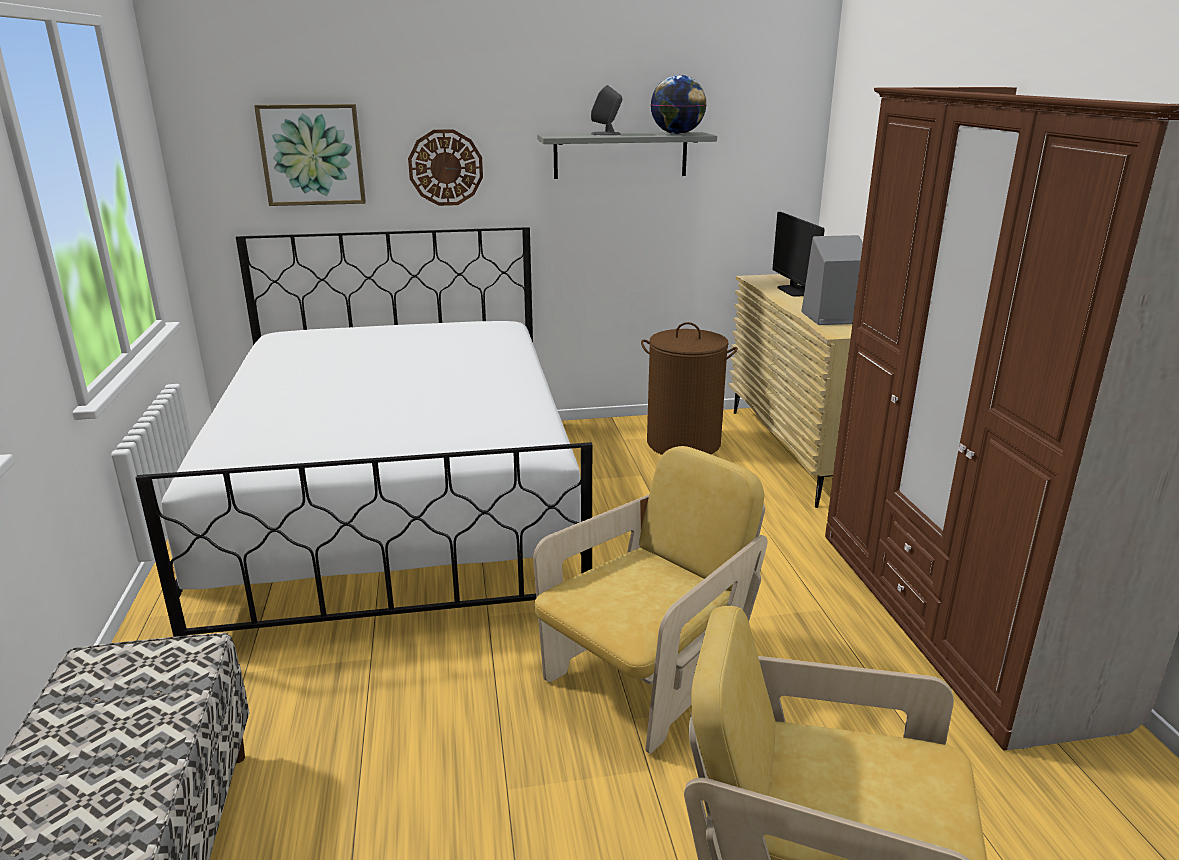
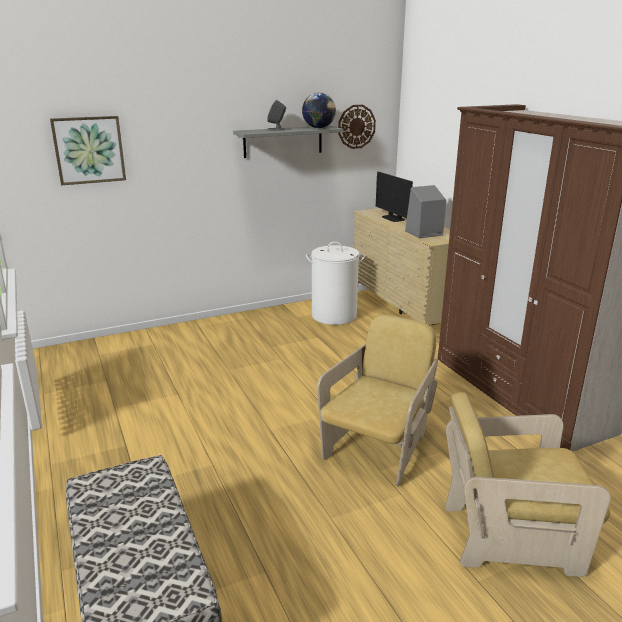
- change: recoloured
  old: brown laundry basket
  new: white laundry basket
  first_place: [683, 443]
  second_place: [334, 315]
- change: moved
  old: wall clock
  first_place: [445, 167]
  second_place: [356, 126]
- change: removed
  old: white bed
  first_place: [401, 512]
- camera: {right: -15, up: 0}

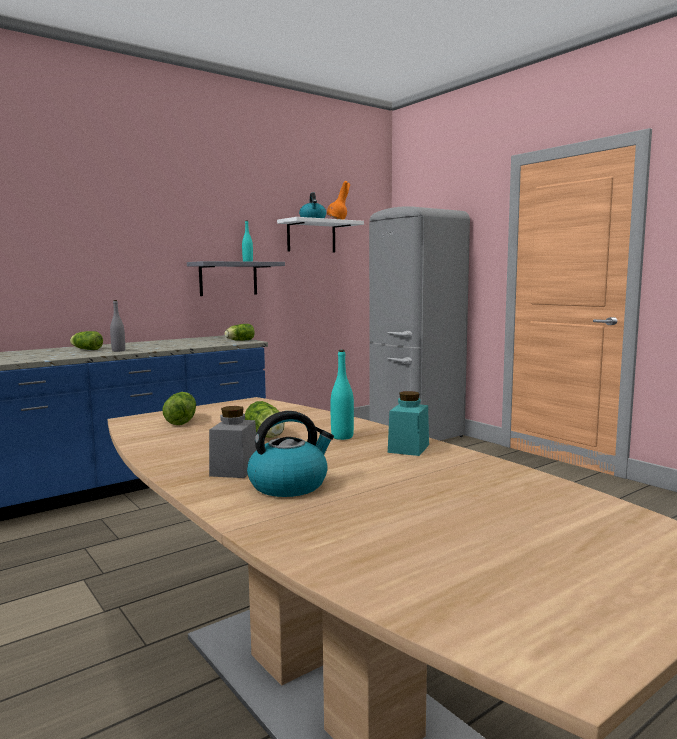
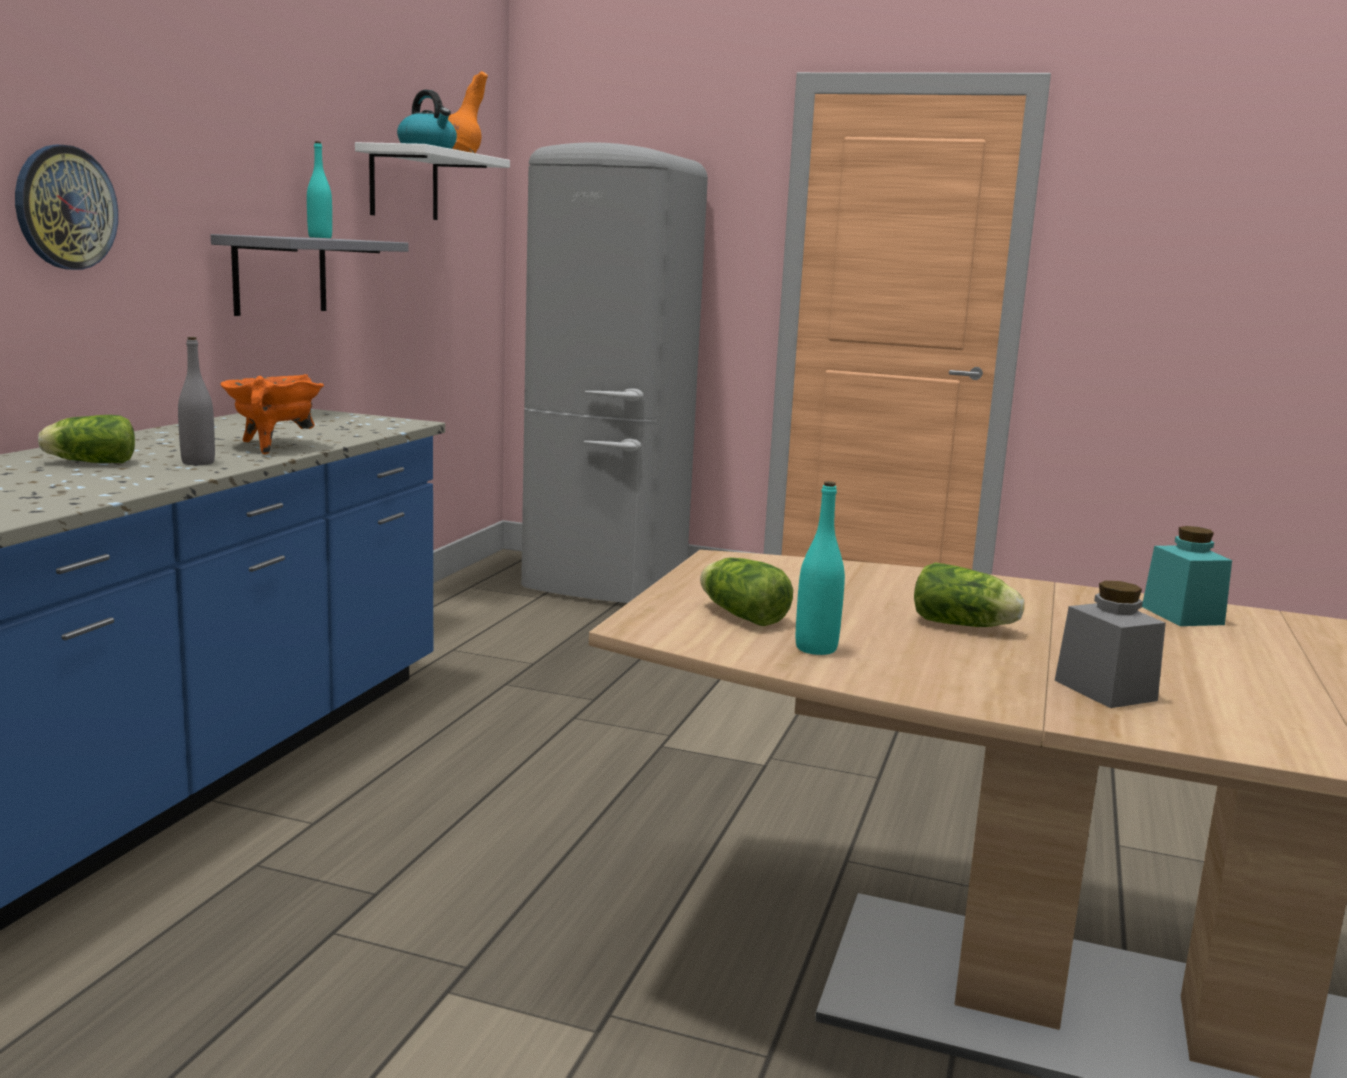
- change: added
  new: wall clock
  second_place: [65, 207]
- change: added
  new: orange cooking pot
  second_place: [273, 446]
- change: moved
  old: turquoise bottle
  first_place: [342, 437]
  second_place: [816, 648]
- change: removed
  old: lettuce
  first_place: [239, 340]
- change: removed
  old: kettle
  first_place: [289, 485]
- camera: {right: -35, up: 5}

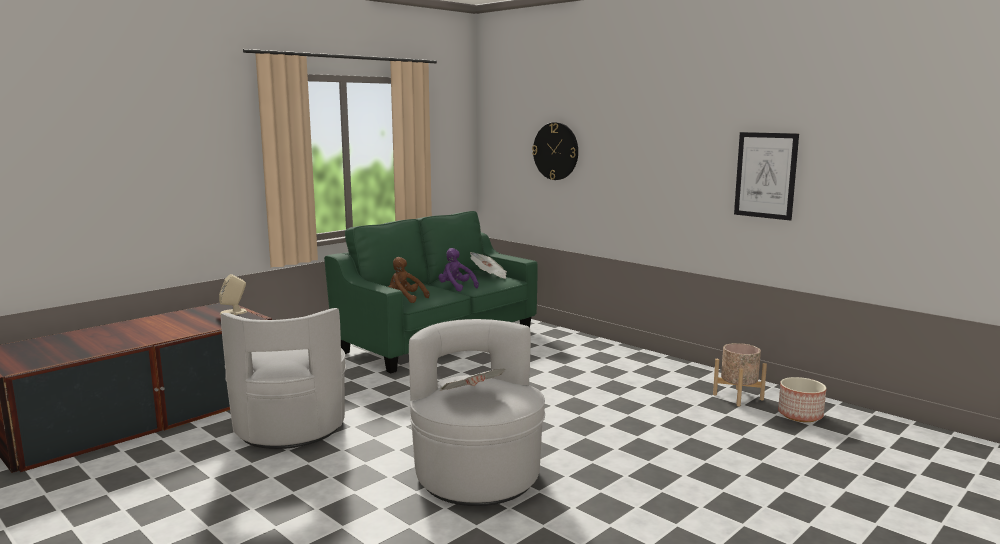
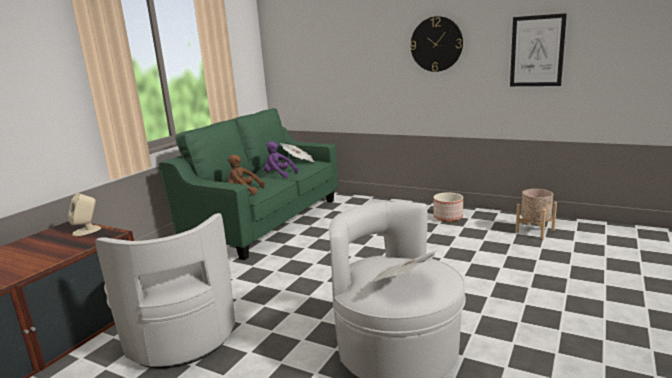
- change: moved
  old: wall clock
  first_place: [556, 151]
  second_place: [436, 44]
- change: moved
  old: planter
  first_place: [800, 415]
  second_place: [448, 217]
- camera: {right: -15, up: 5}

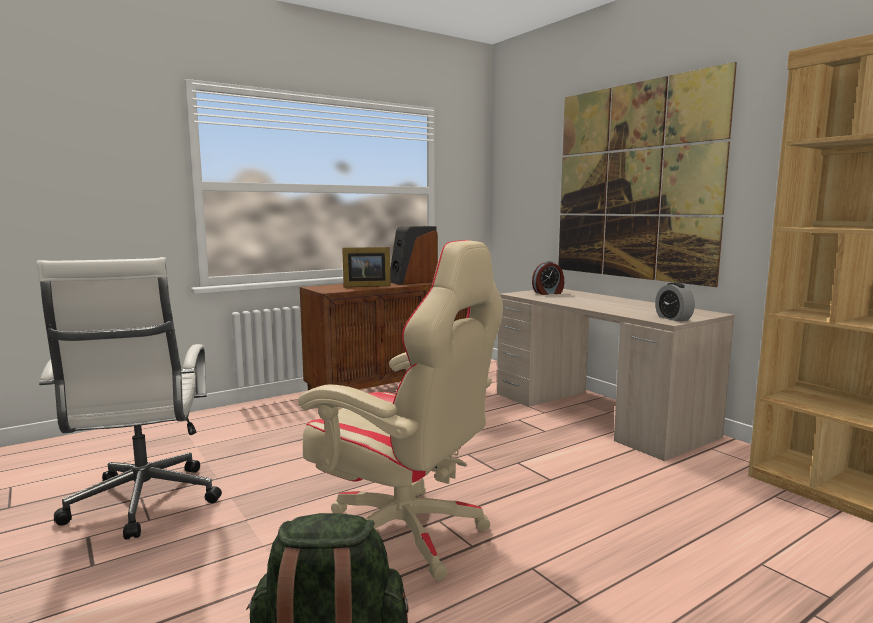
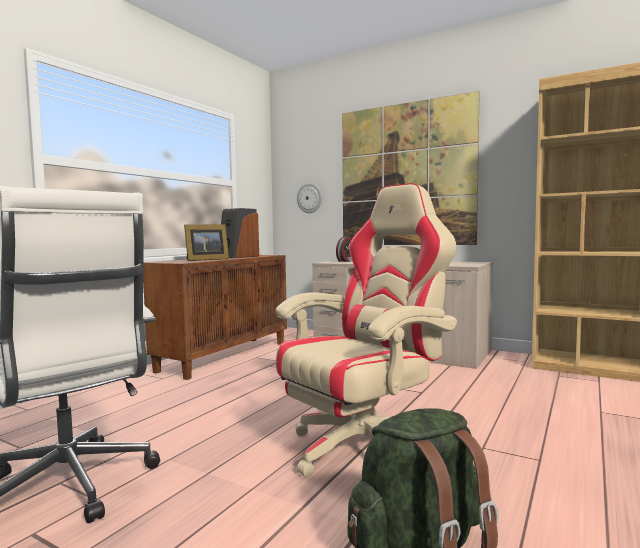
- change: turned
  old: beige office chair
  first_place: [402, 533]
  second_place: [362, 449]
  degrees: -45
- change: added
  new: wall clock
  second_place: [309, 198]
- change: removed
  old: alarm clock
  first_place: [673, 318]
- camera: {right: -25, up: -5}

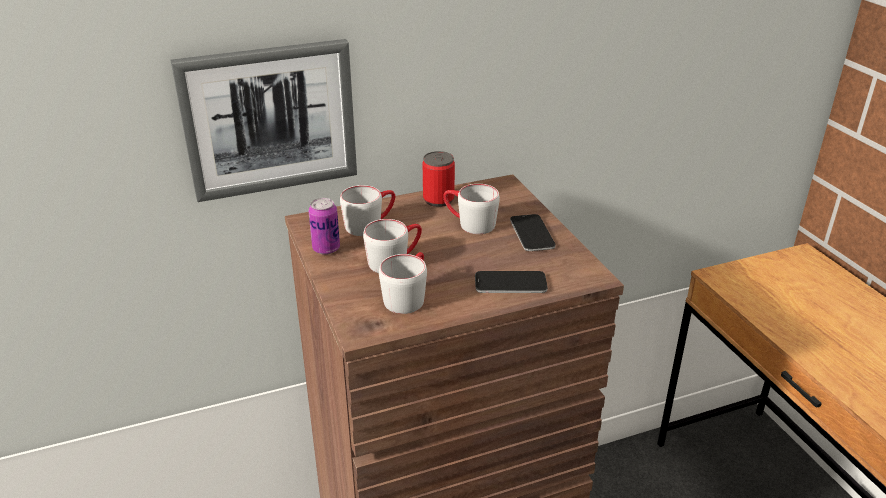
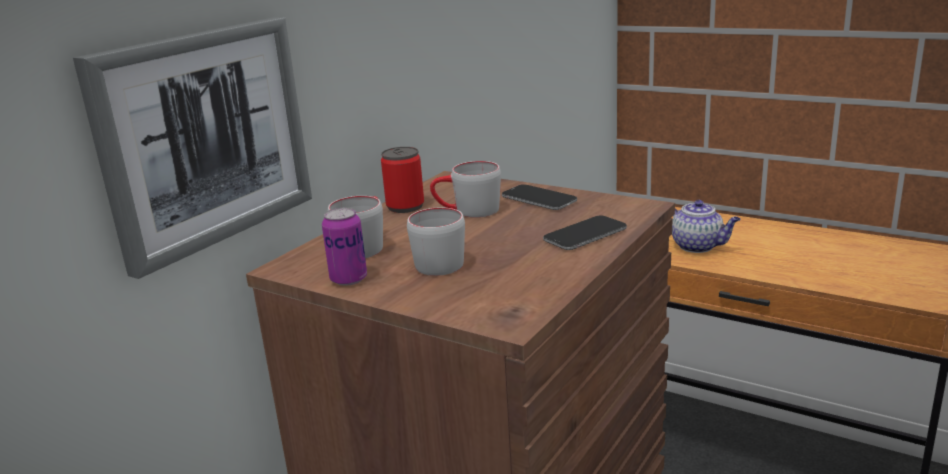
- change: added
  new: teapot
  second_place: [698, 246]
- change: removed
  old: grey mug
  first_place: [408, 296]
- camera: {right: -35, up: -10}

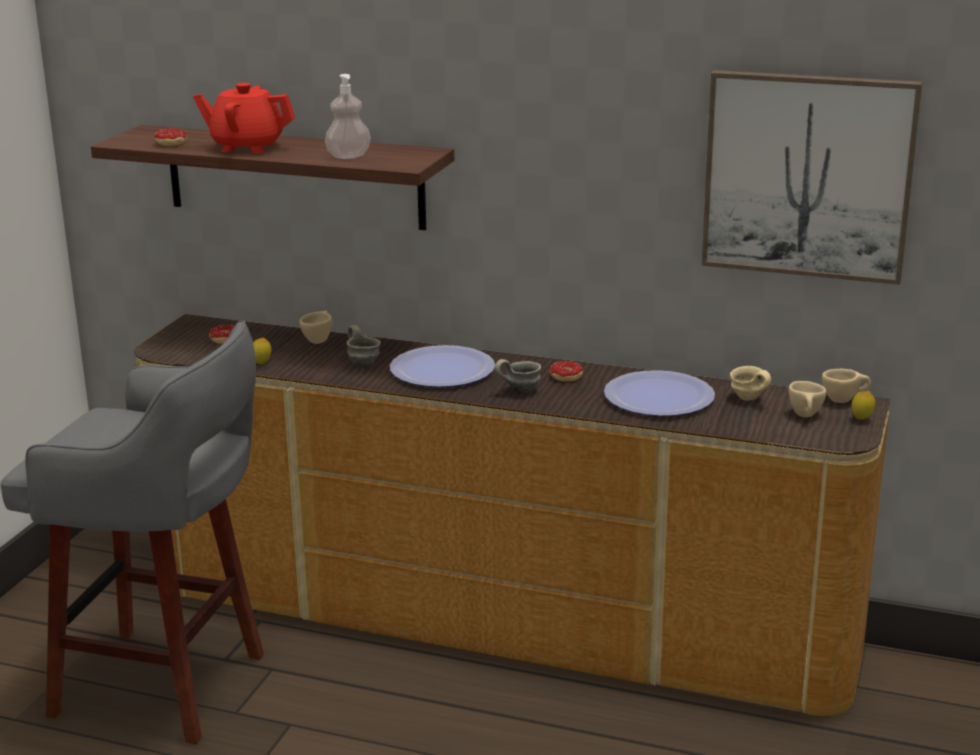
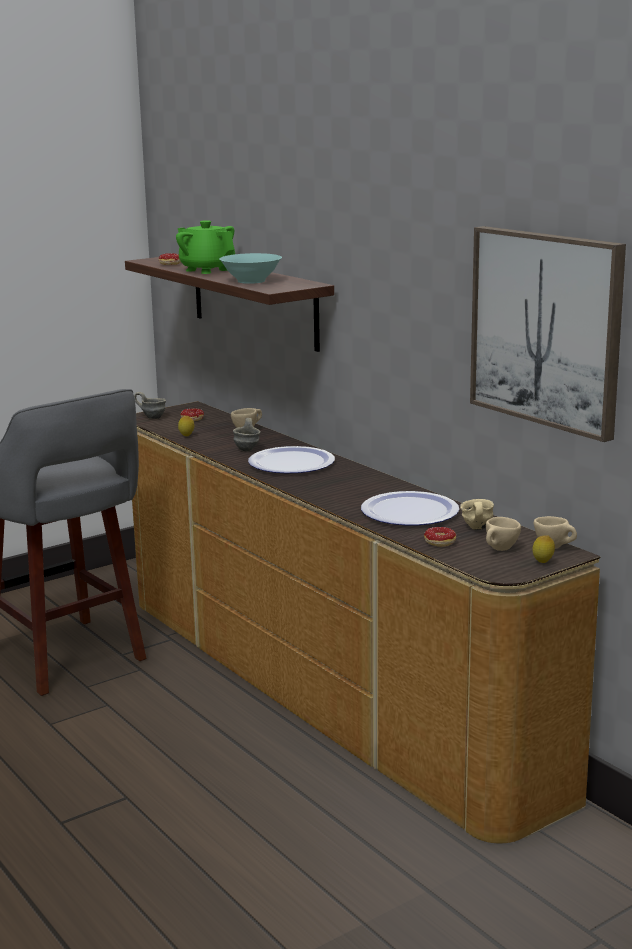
- change: moved
  old: grey mug
  first_place: [519, 391]
  second_place: [152, 417]
- change: recoloured
  old: red teapot
  new: green teapot
  first_place: [247, 147]
  second_place: [207, 270]
- change: replaced
  old: soap dispenser
  new: turquoise bowl
  first_place: [348, 156]
  second_place: [252, 281]
- change: moved
  old: donut
  first_place: [564, 379]
  second_place: [435, 543]
- camera: {right: 35, up: -5}

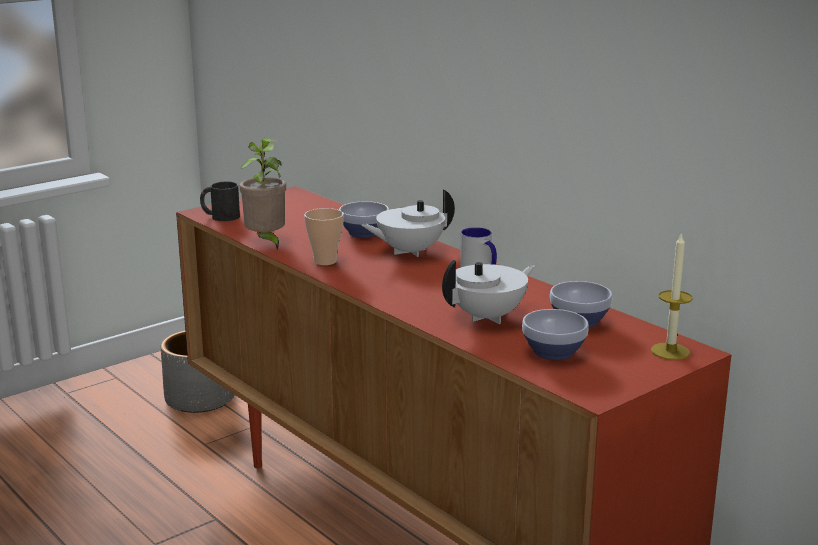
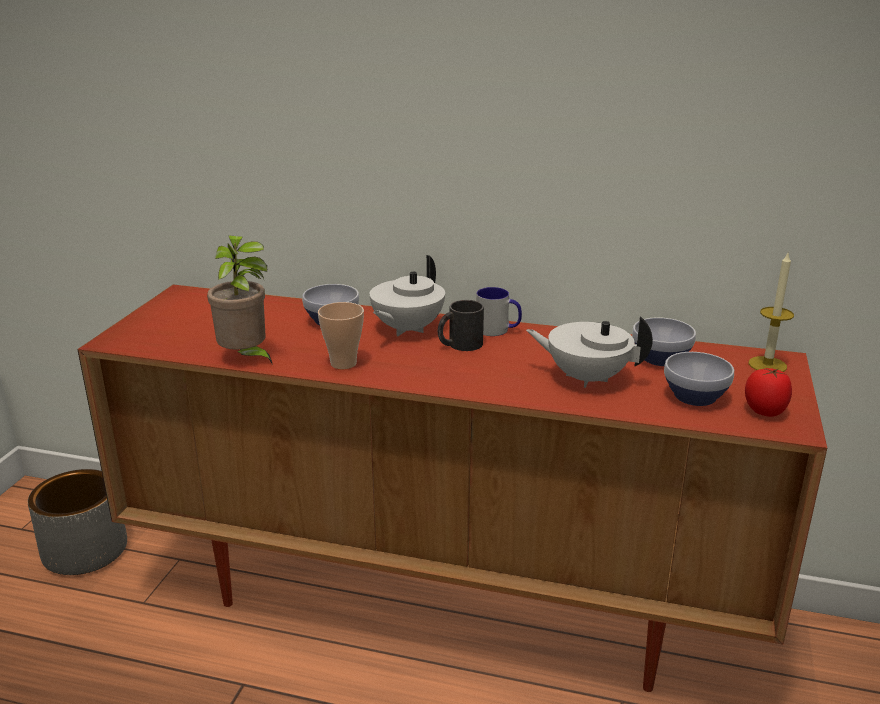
- change: moved
  old: black mug
  first_place: [220, 216]
  second_place: [459, 345]
- change: turned
  old: white teapot
  first_place: [488, 317]
  second_place: [586, 378]
  degrees: -90
- change: added
  new: tomato
  second_place: [764, 411]
- camera: {right: -35, up: 5}

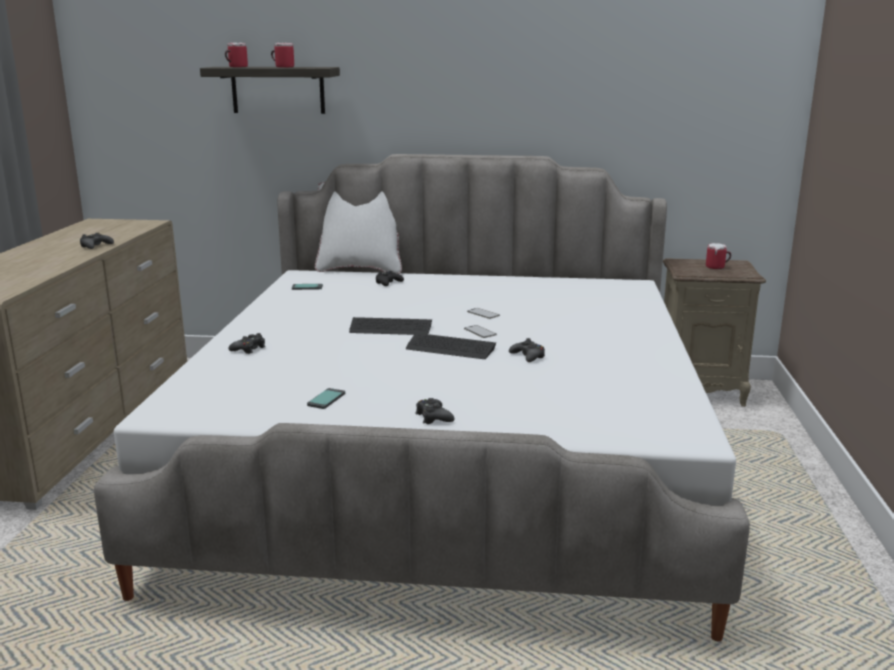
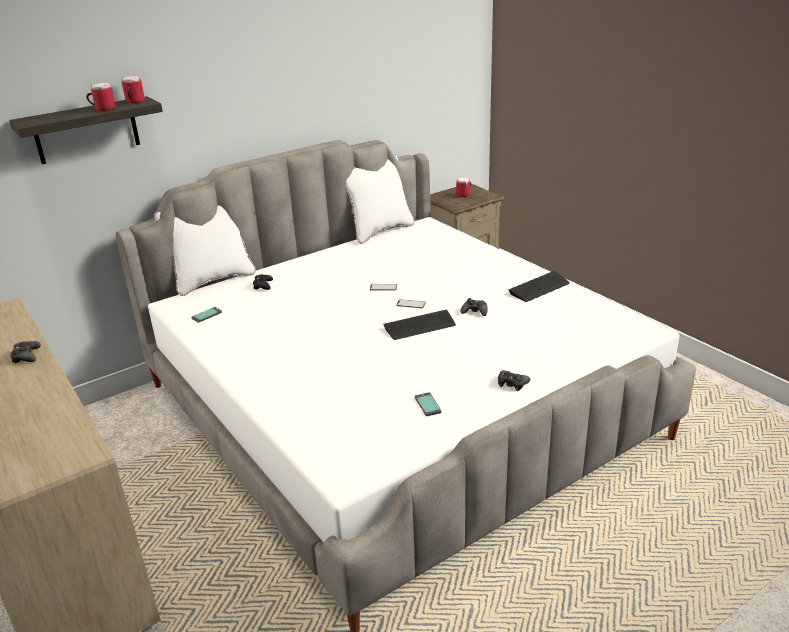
- change: moved
  old: mug
  first_place: [235, 67]
  second_place: [133, 102]
- change: added
  new: white pillow
  second_place: [379, 231]
- change: moved
  old: keyboard
  first_place: [390, 328]
  second_place: [539, 288]
- change: removed
  old: black game controller
  first_place: [249, 349]
- camera: {right: -40, up: 10}

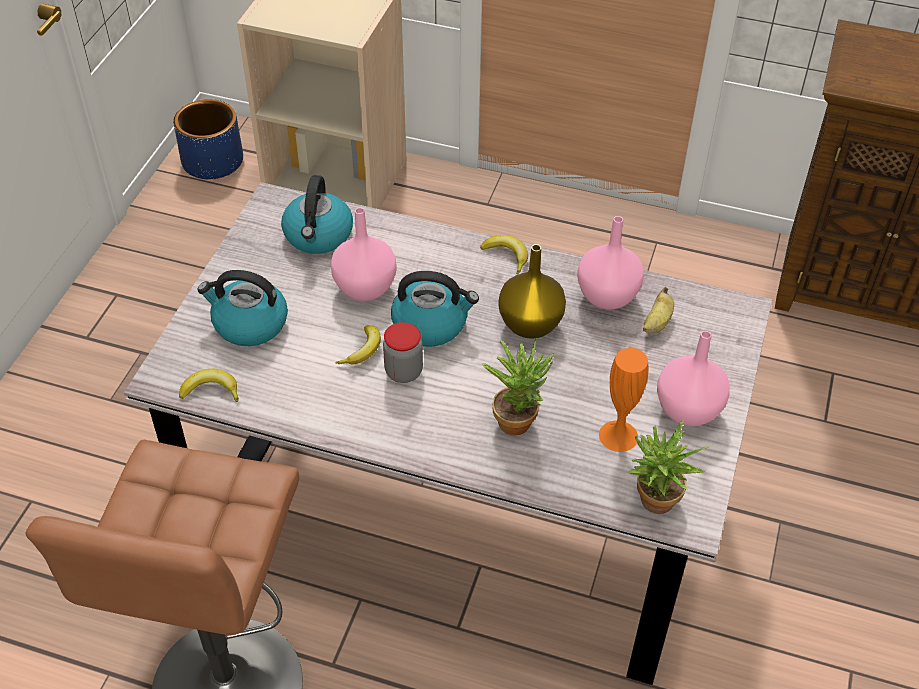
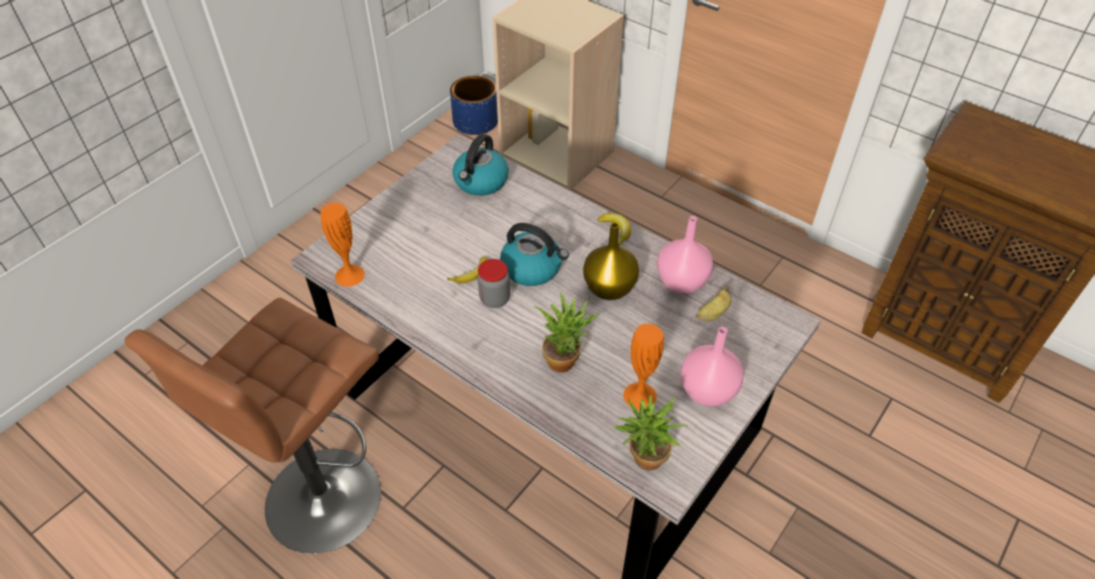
- change: replaced
  old: banana
  new: orange vase
  first_place: [211, 390]
  second_place: [349, 275]
- change: removed
  old: kettle
  first_place: [249, 324]
- change: removed
  old: pink vase
  first_place: [365, 289]
- camera: {right: 20, up: 0}

